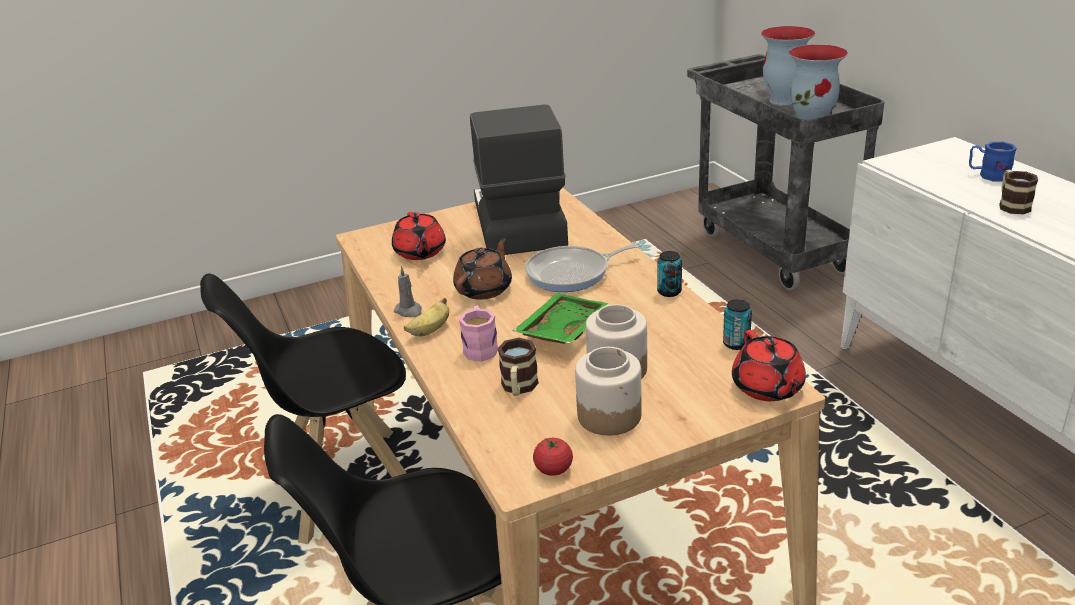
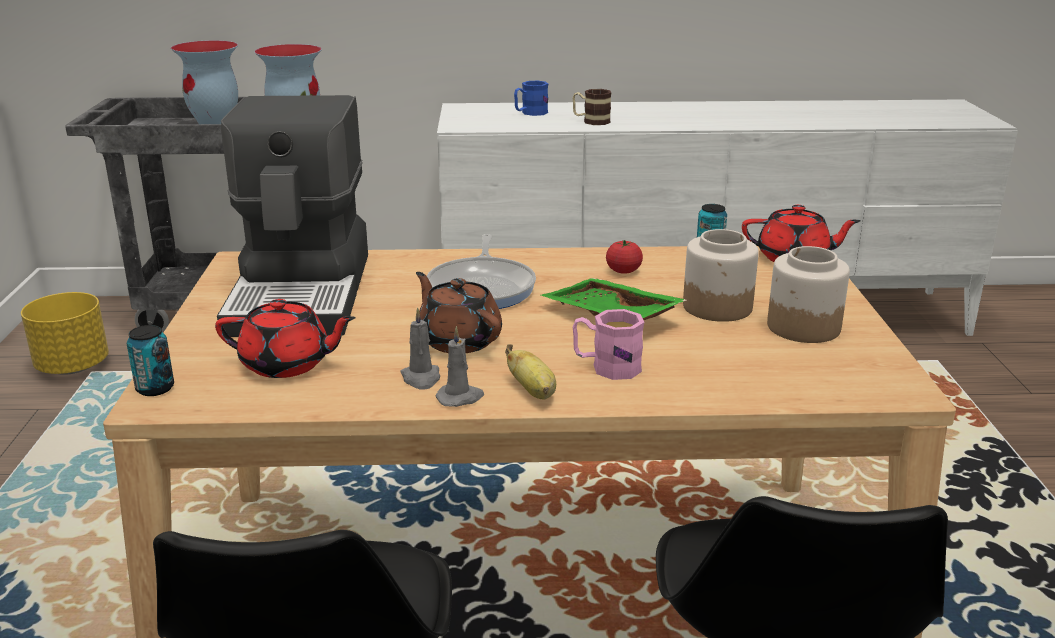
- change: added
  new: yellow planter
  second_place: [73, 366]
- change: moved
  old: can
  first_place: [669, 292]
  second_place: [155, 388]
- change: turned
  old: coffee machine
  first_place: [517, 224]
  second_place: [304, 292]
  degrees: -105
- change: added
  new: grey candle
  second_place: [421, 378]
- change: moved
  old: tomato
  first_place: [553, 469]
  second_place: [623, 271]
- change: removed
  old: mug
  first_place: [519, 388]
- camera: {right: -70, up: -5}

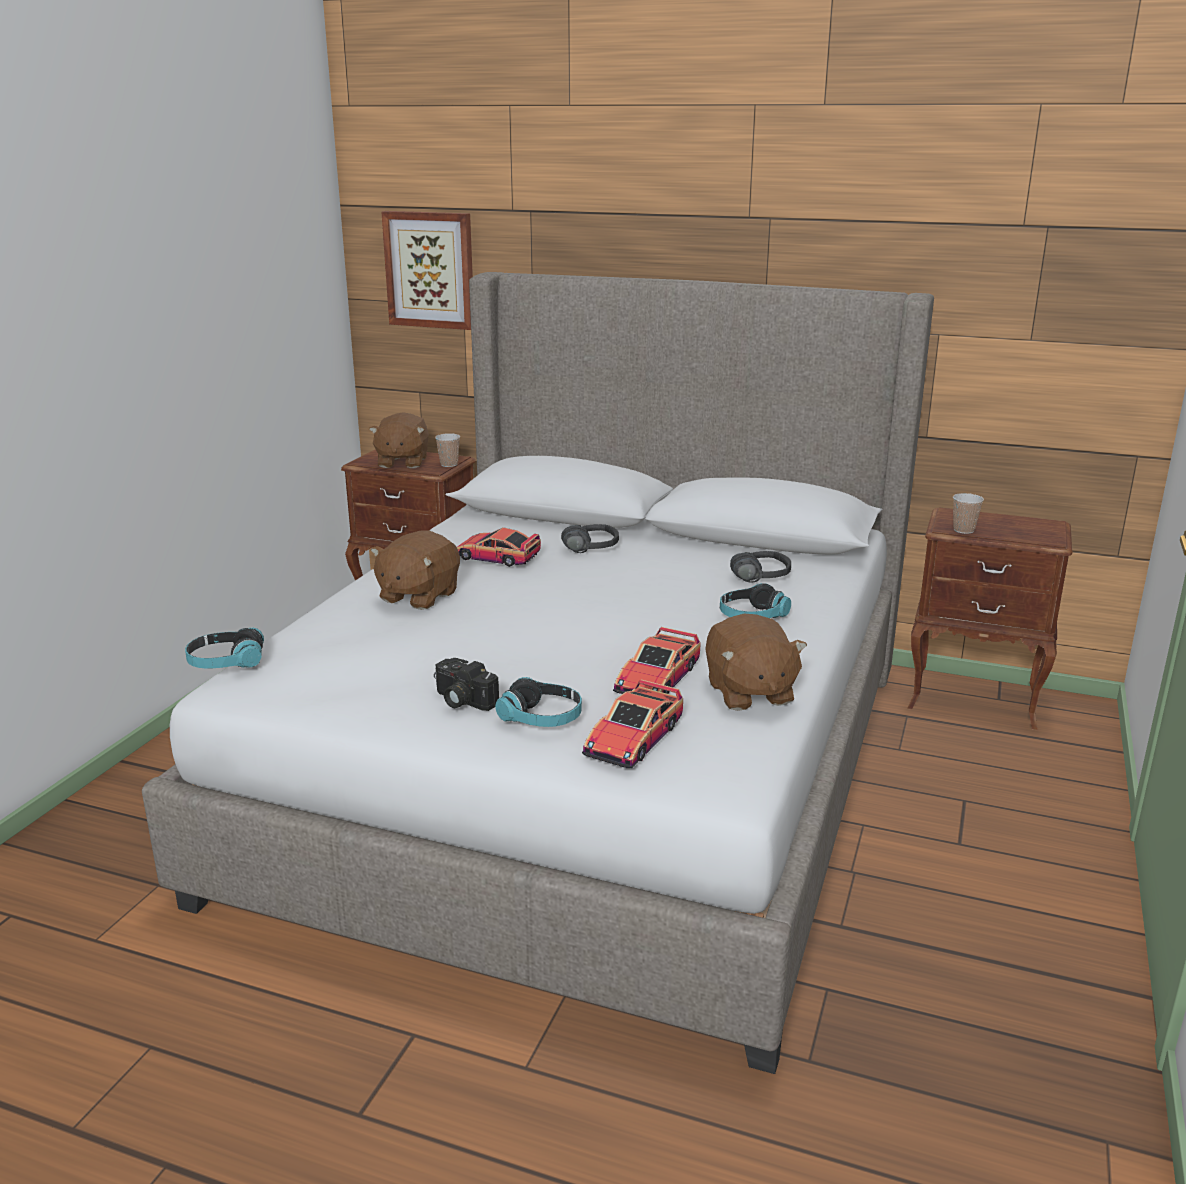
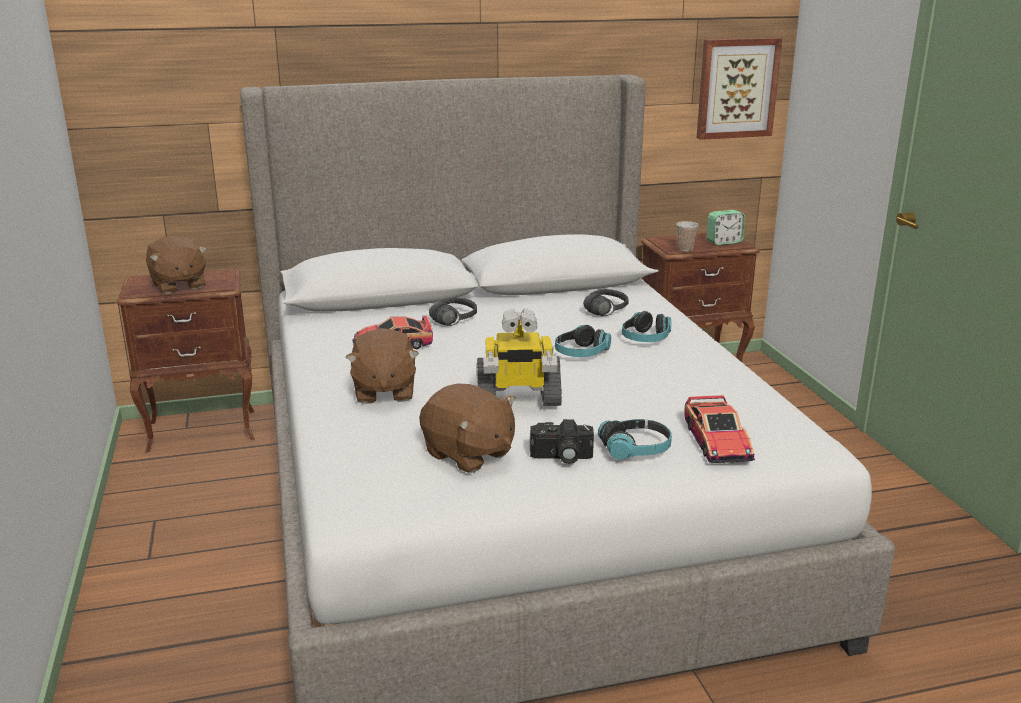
- change: moved
  old: brown plush toy
  first_place: [749, 693]
  second_place: [468, 454]
- change: added
  new: toy robot
  second_place: [518, 398]
- change: moved
  old: headphones
  first_place: [226, 663]
  second_place: [581, 353]
- change: moved
  old: picture
  first_place: [430, 270]
  second_place: [736, 88]
- change: added
  new: alarm clock
  second_place: [724, 242]
- change: removed
  old: cup
  first_place: [449, 464]
- change: removed
  old: toy car
  first_place: [657, 678]
- camera: {right: -35, up: 0}

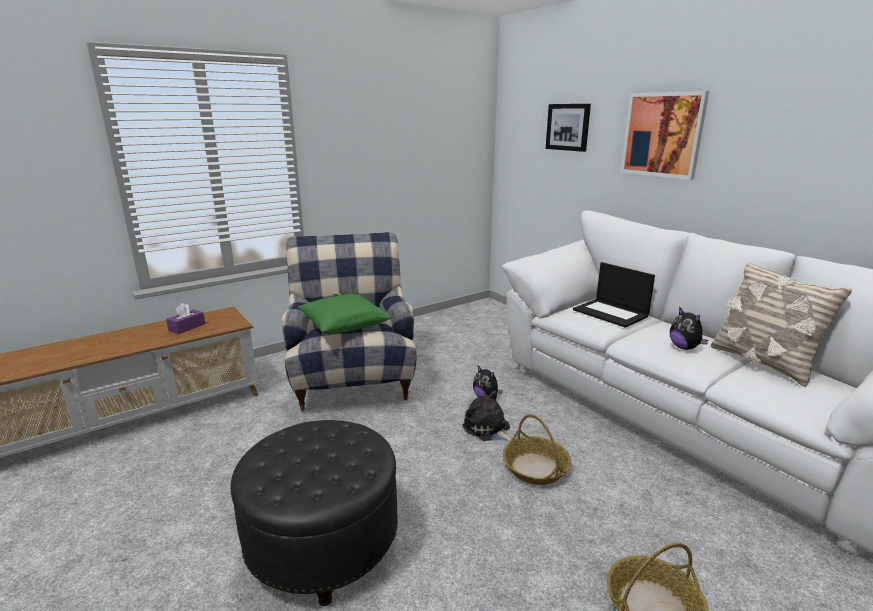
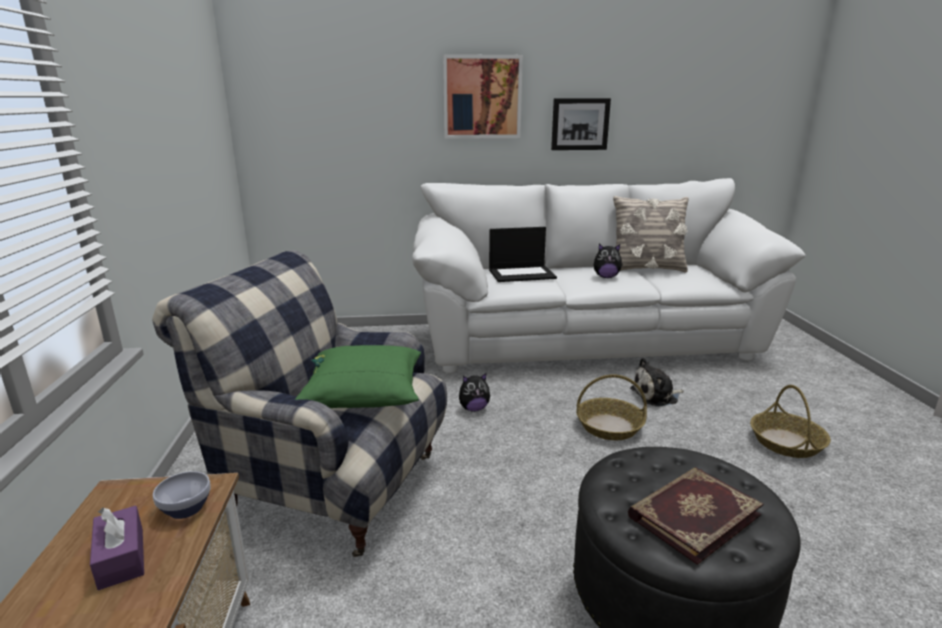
- change: added
  new: bowl
  second_place: [184, 509]
- change: moved
  old: picture
  first_place: [568, 127]
  second_place: [580, 124]
- change: added
  new: book
  second_place: [692, 514]
- change: moved
  old: plush toy
  first_place: [488, 429]
  second_place: [656, 396]
- camera: {right: -60, up: 0}

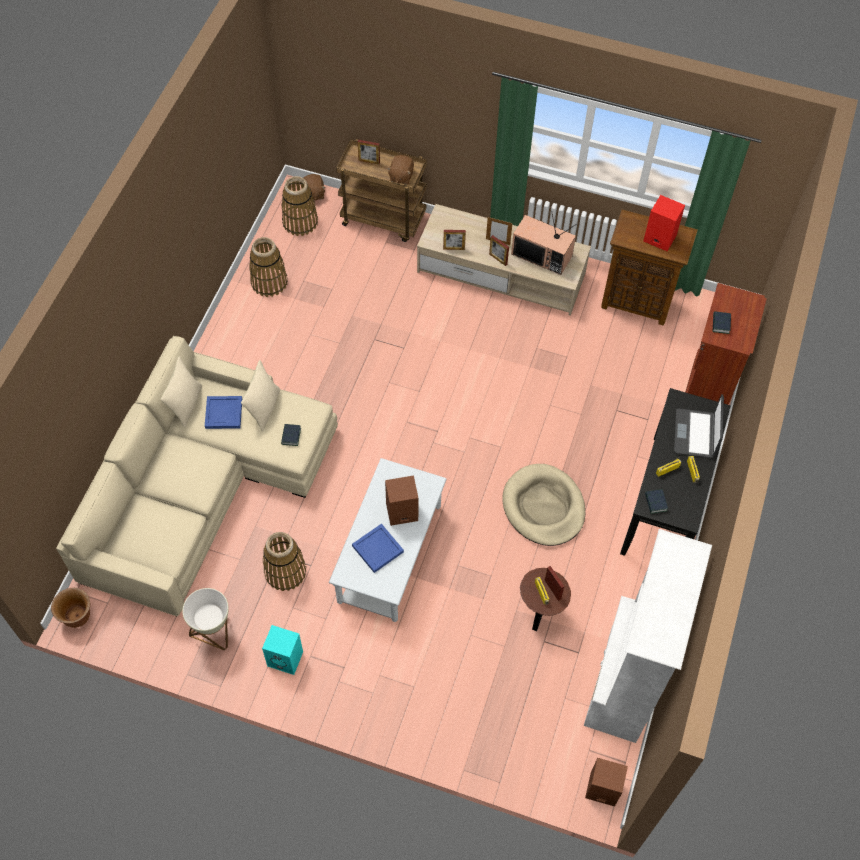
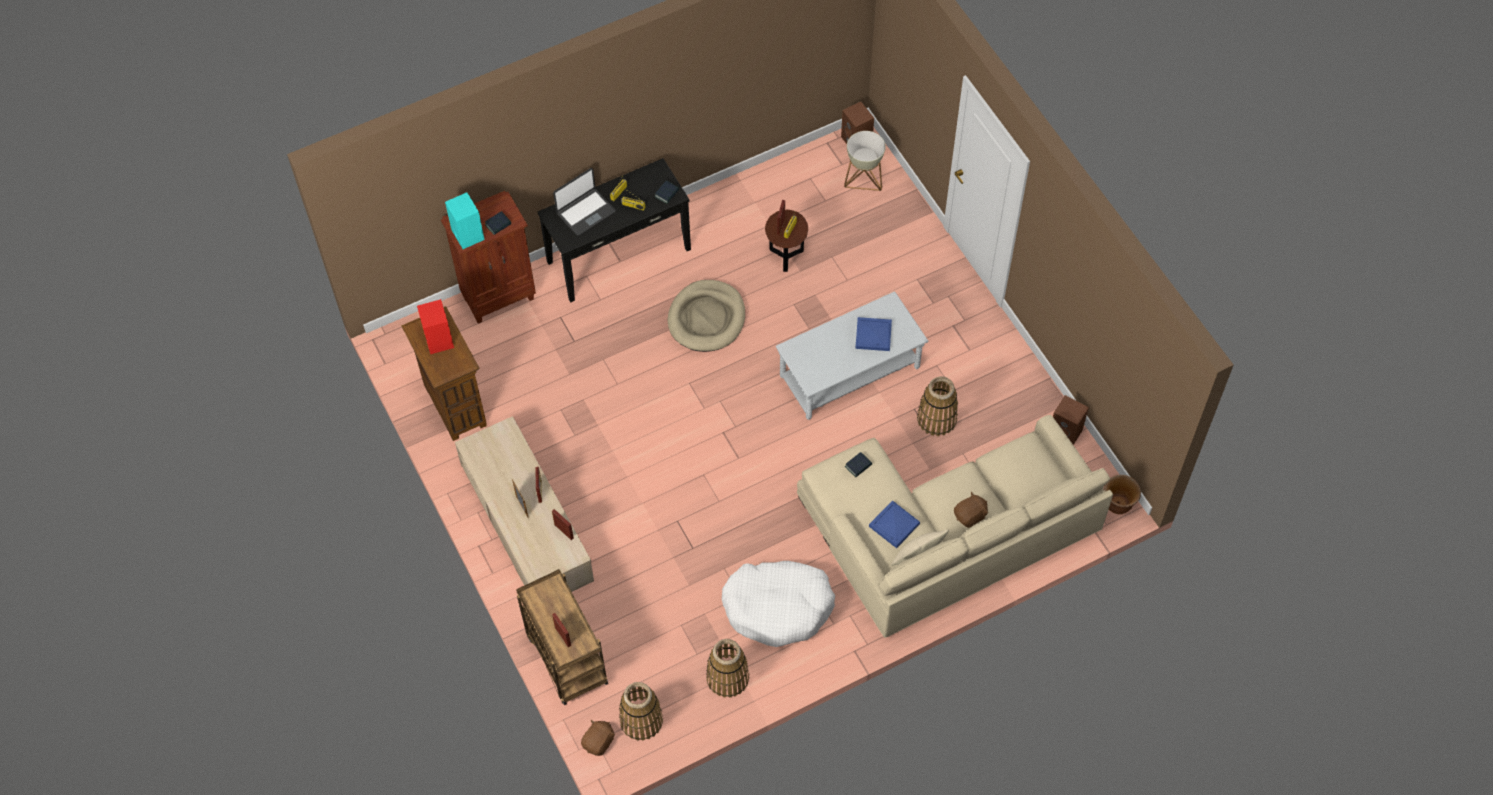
- change: moved
  old: turquoise speaker
  first_place: [286, 658]
  second_place: [467, 234]
- change: added
  new: white dog bed
  second_place: [778, 607]
- change: moved
  old: planter
  first_place: [213, 633]
  second_place: [864, 179]
- change: moved
  old: brown plush toy
  first_place: [401, 176]
  second_place: [970, 516]
- change: moved
  old: brown speaker
  first_place: [401, 513]
  second_place: [1066, 433]
- change: removed
  old: beige pillow
  first_place: [264, 408]
- change: removed
  old: television
  first_place: [543, 255]
- change: removed
  old: white bookcase
  first_place: [624, 685]
- camera: {right: -135, up: 0}

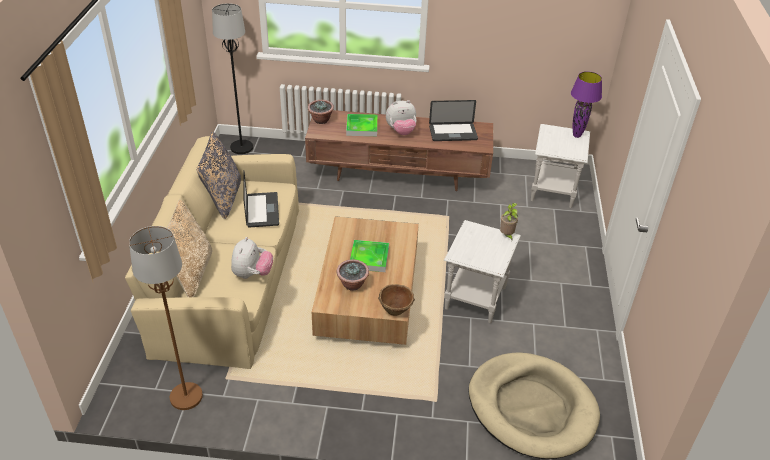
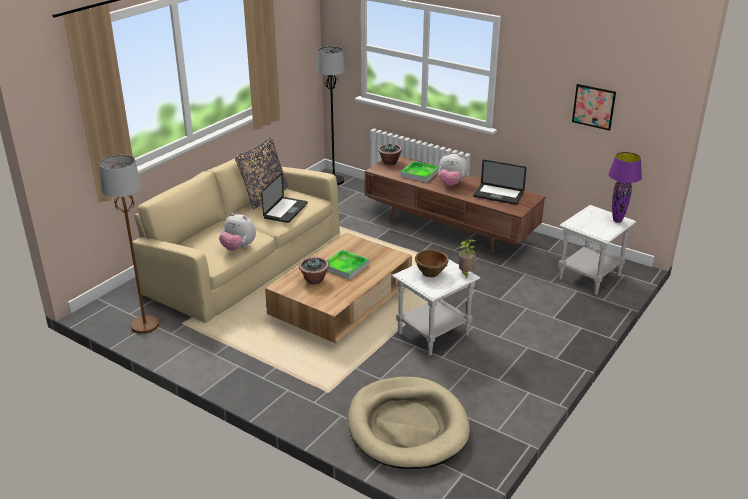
- change: turned
  old: plush toy
  first_place: [252, 274]
  second_place: [238, 248]
  degrees: 75
- change: moved
  old: brown bowl
  first_place: [396, 309]
  second_place: [431, 273]
- change: added
  new: picture
  second_place: [593, 106]
- change: removed
  old: beige pillow
  first_place: [191, 274]
- camera: {right: 30, up: -10}

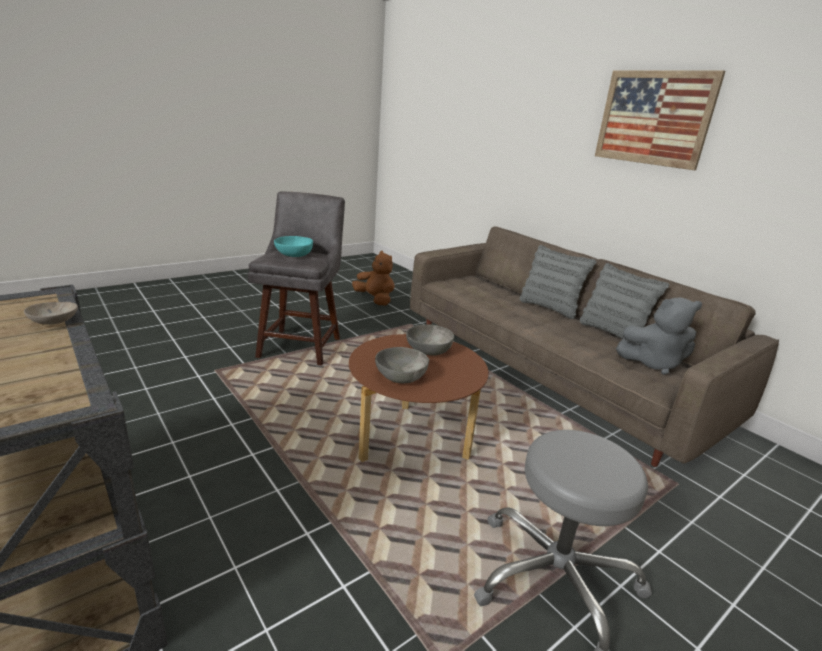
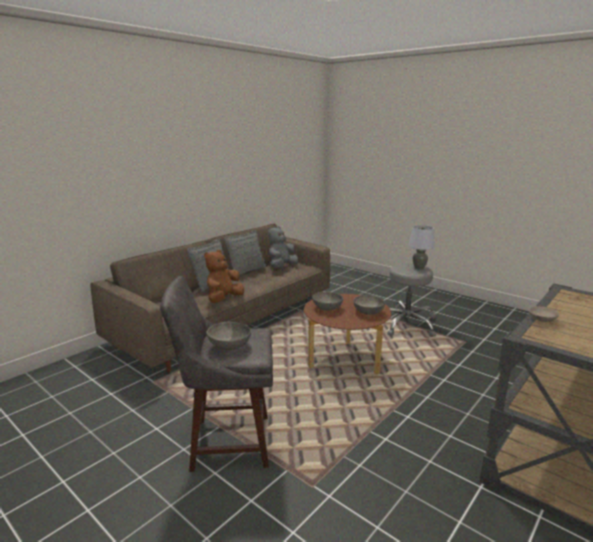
- change: moved
  old: brown plush toy
  first_place: [375, 300]
  second_place: [223, 299]
- change: recoloured
  old: turquoise bowl
  new: grey bowl
  first_place: [293, 255]
  second_place: [229, 346]
- change: turned
  old: grey plush toy
  first_place: [653, 363]
  second_place: [281, 267]
  degrees: -135
- change: added
  new: grey table lamp
  second_place: [419, 268]
- change: removed
  old: picture
  first_place: [653, 118]
- camera: {right: -100, up: -5}

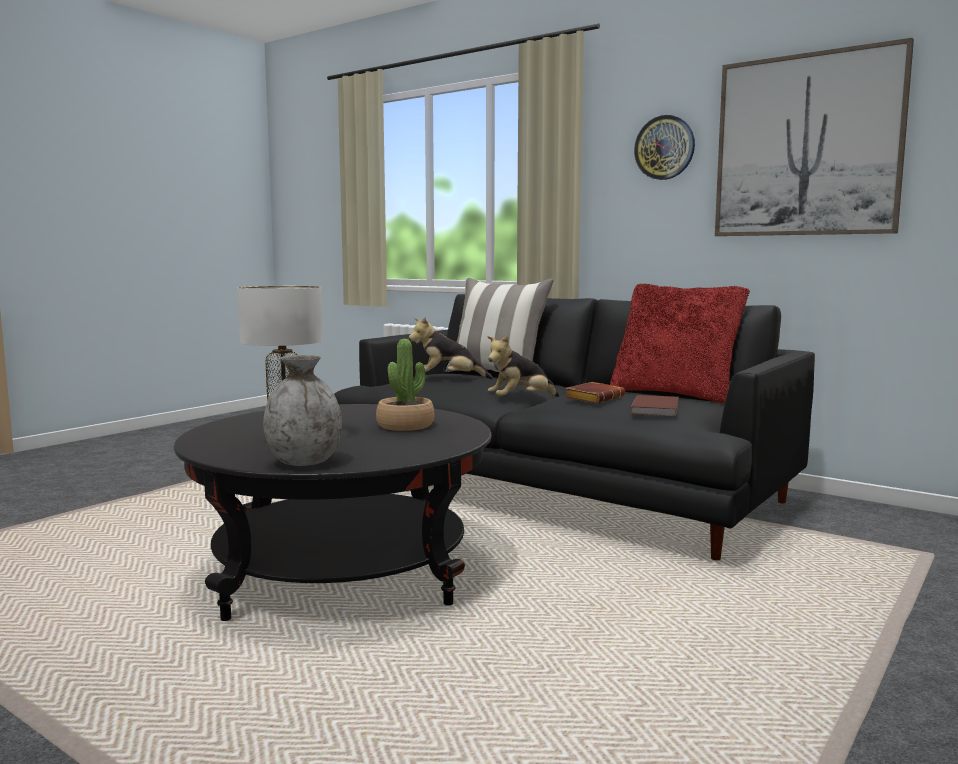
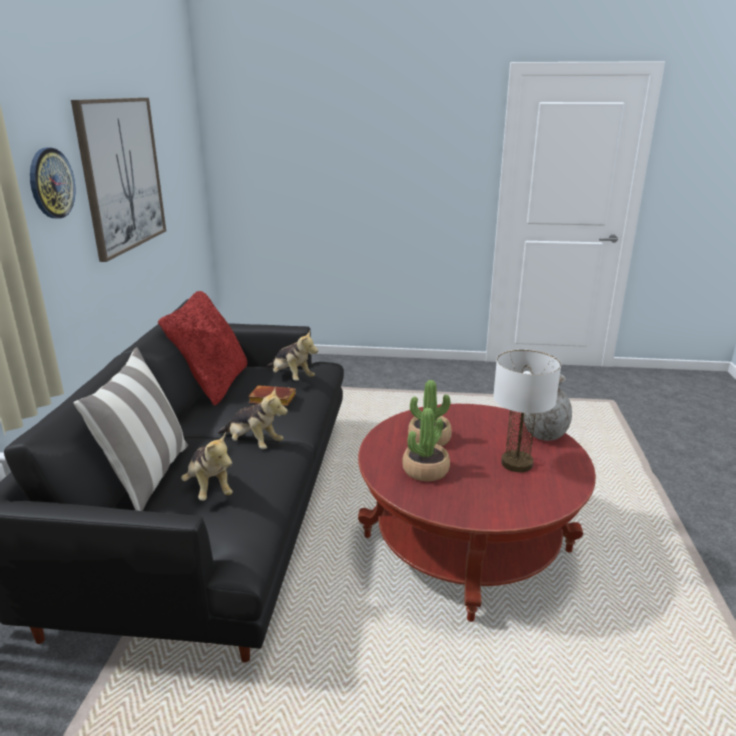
- change: replaced
  old: brown book
  new: plush toy
  first_place: [656, 409]
  second_place: [291, 377]
- change: recoloured
  old: black coffee table
  new: red coffee table
  first_place: [342, 570]
  second_place: [466, 543]
- change: added
  new: potted plant
  second_place: [425, 470]
- camera: {right: -120, up: 15}

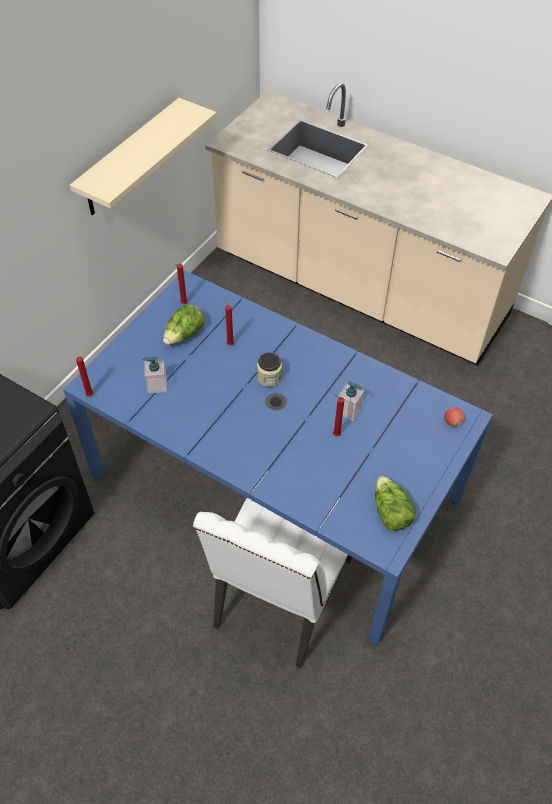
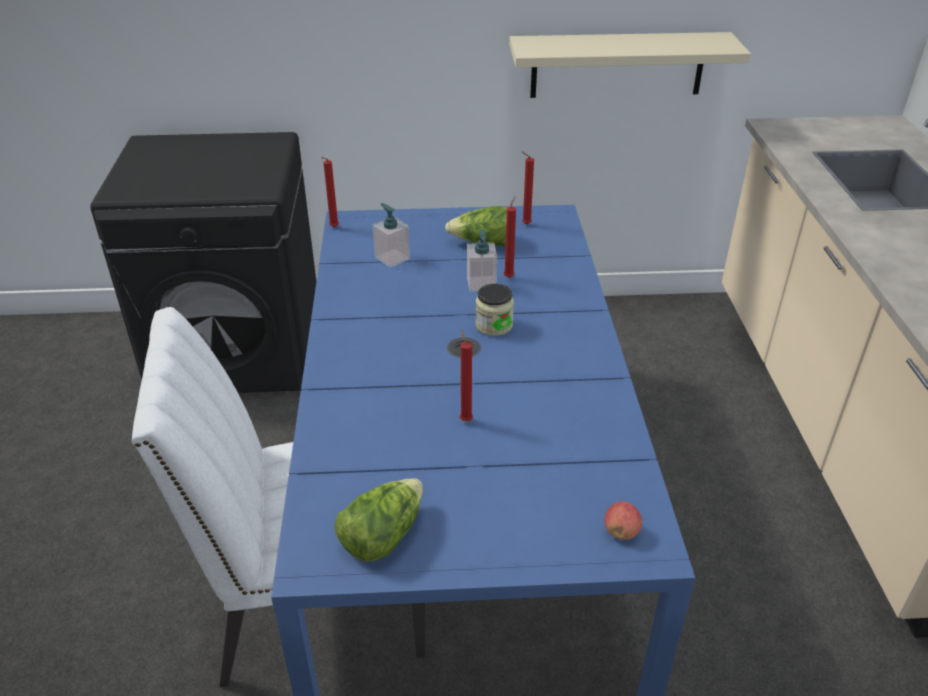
- change: moved
  old: soap dispenser
  first_place: [349, 410]
  second_place: [481, 284]
- camera: {right: 55, up: -15}

